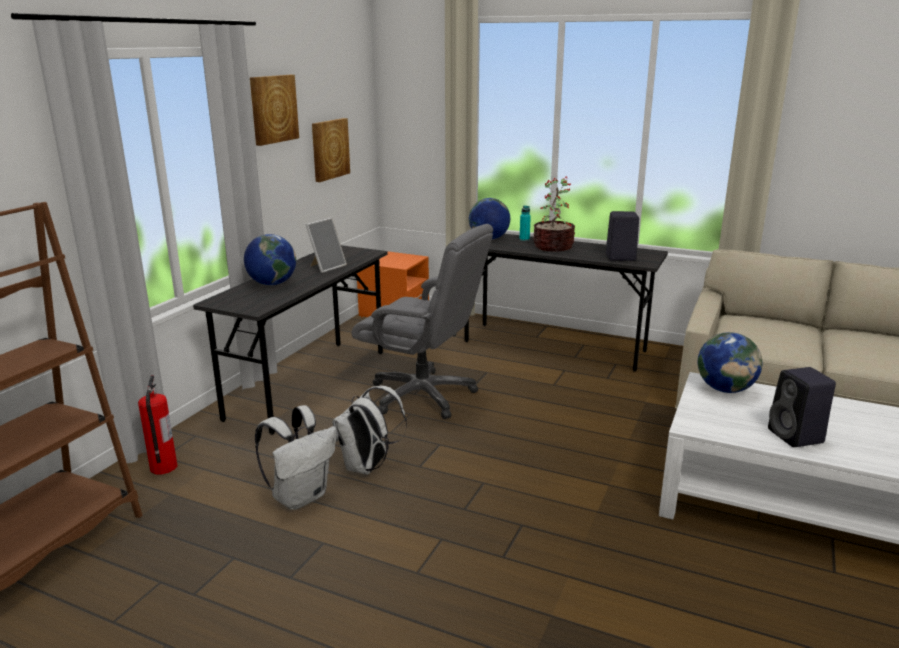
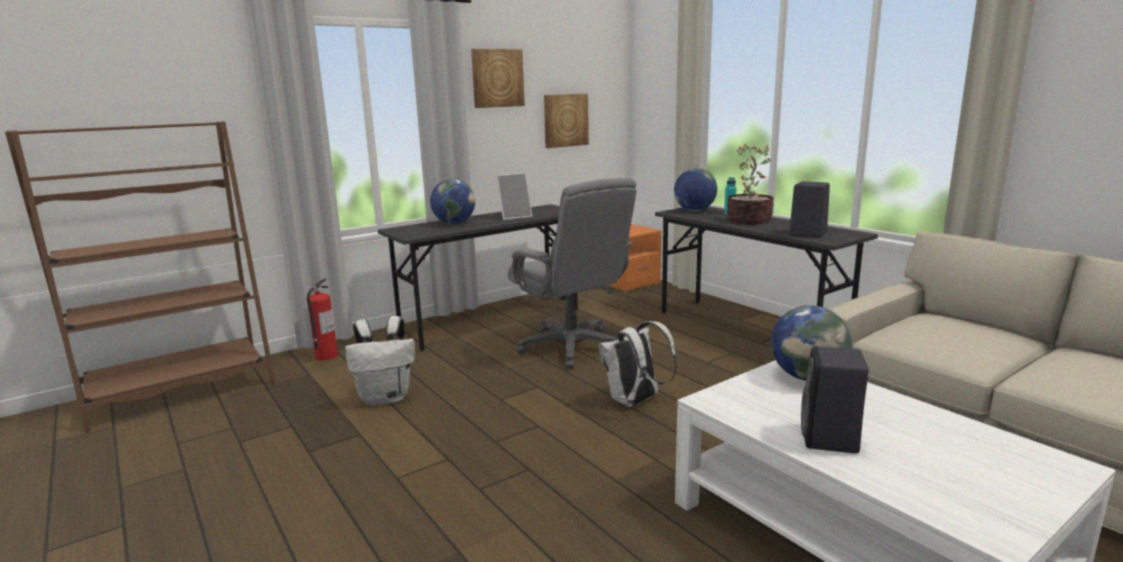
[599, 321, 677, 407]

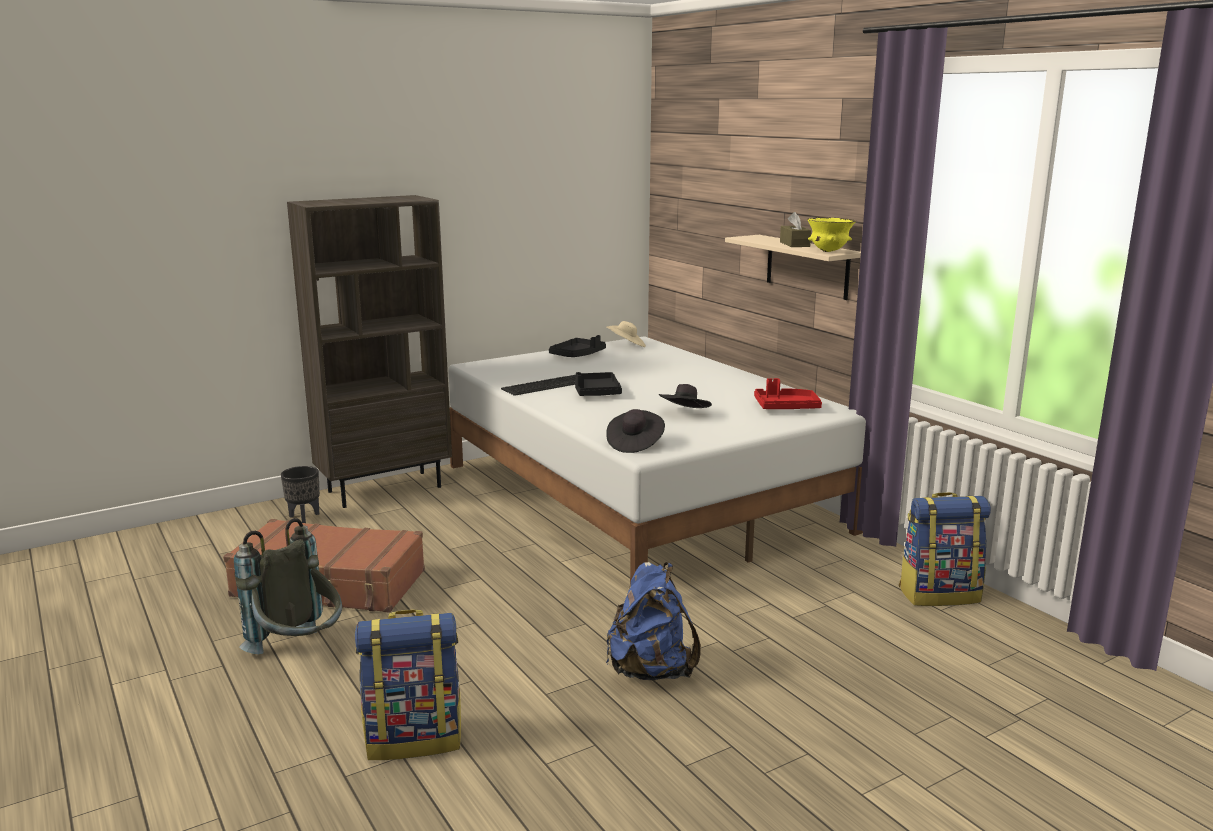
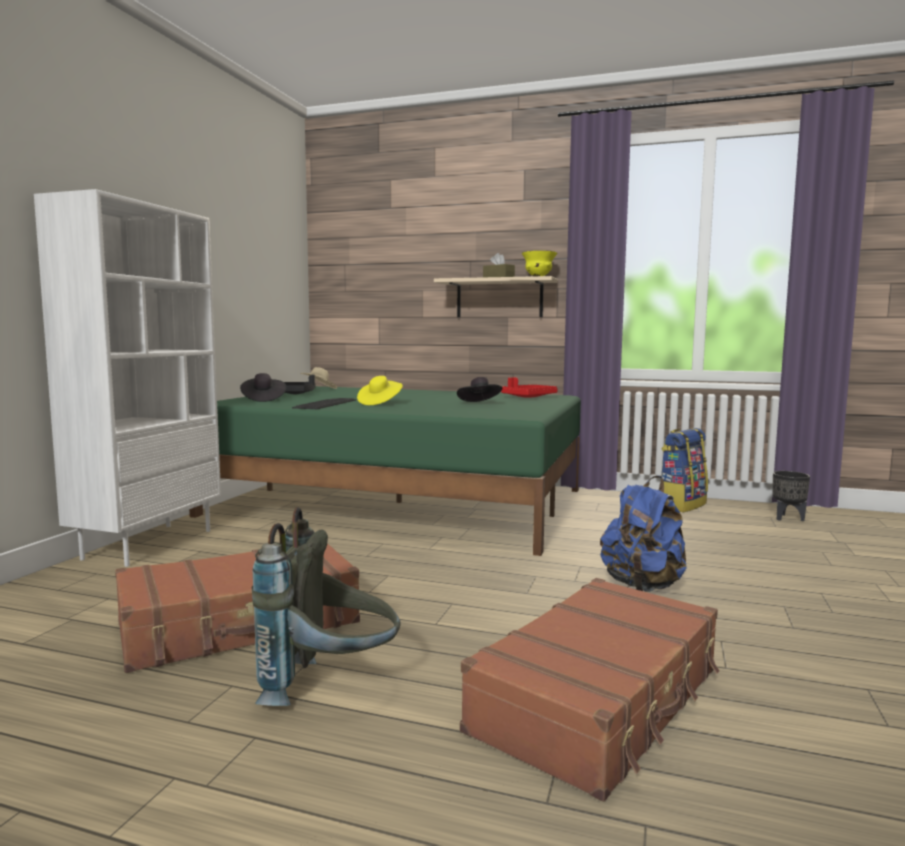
[34, 189, 221, 567]
[189, 386, 581, 556]
[240, 373, 286, 402]
[357, 376, 403, 405]
[460, 578, 719, 802]
[772, 471, 810, 521]

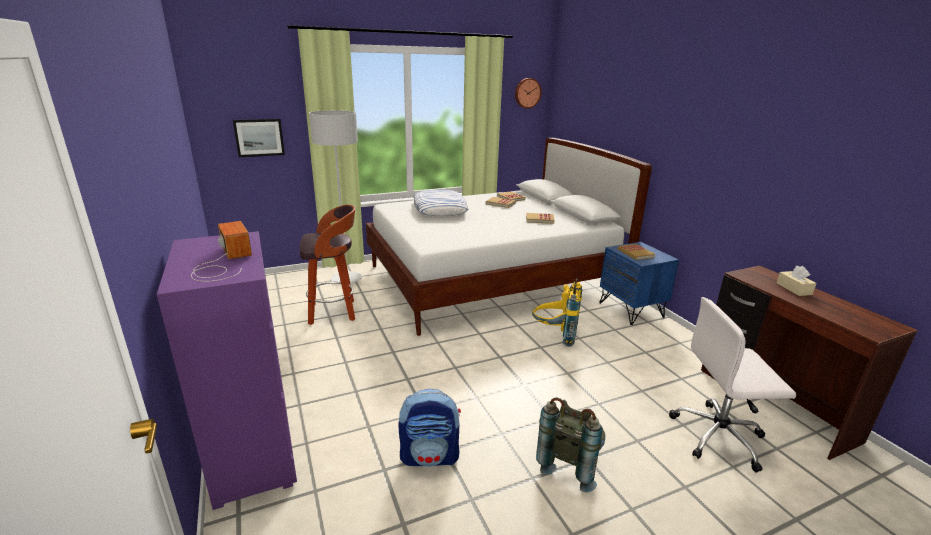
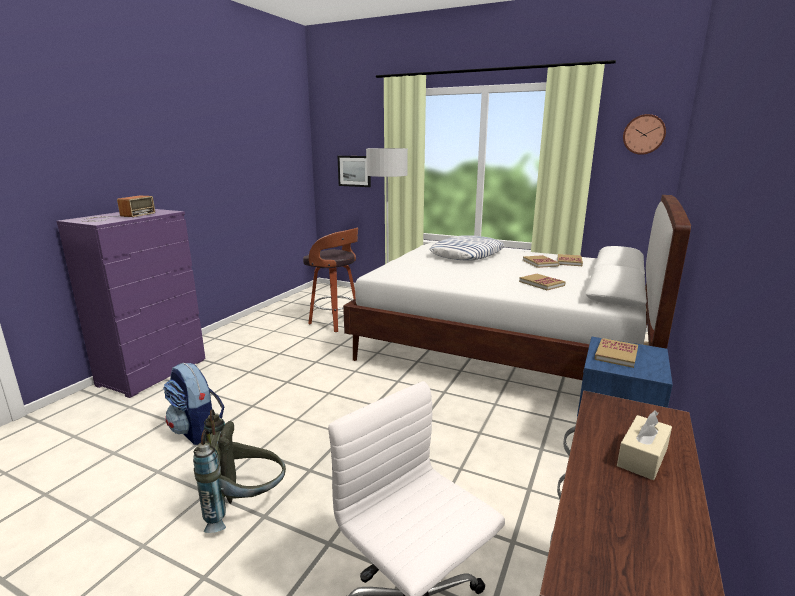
[532, 278, 582, 347] (first image)

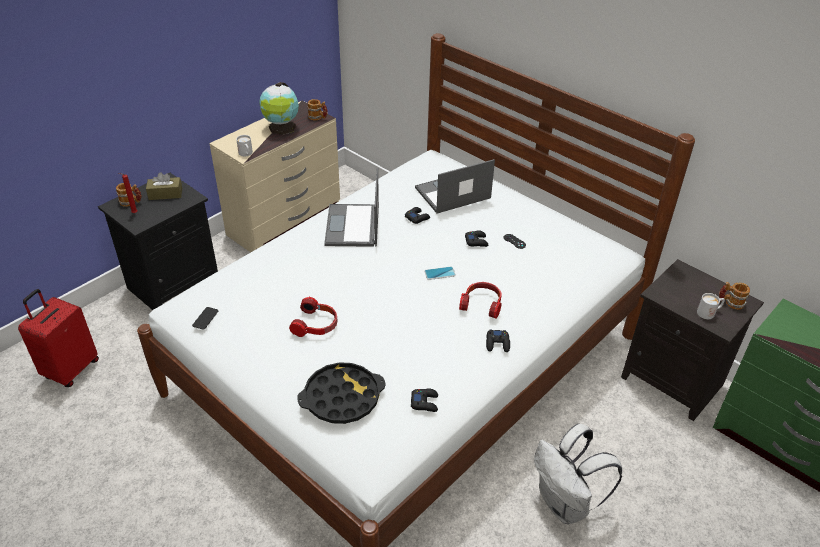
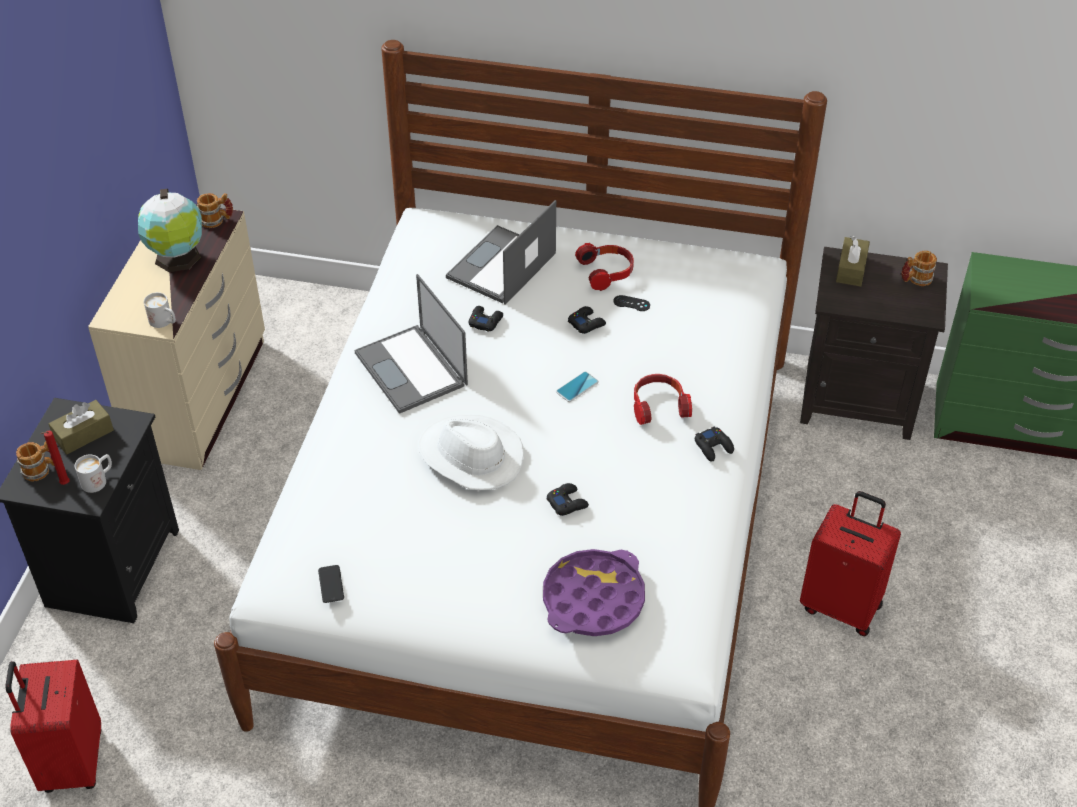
[75, 454, 112, 493]
[418, 414, 524, 490]
[543, 549, 645, 636]
[546, 483, 589, 516]
[575, 243, 634, 291]
[800, 491, 901, 636]
[836, 236, 870, 286]

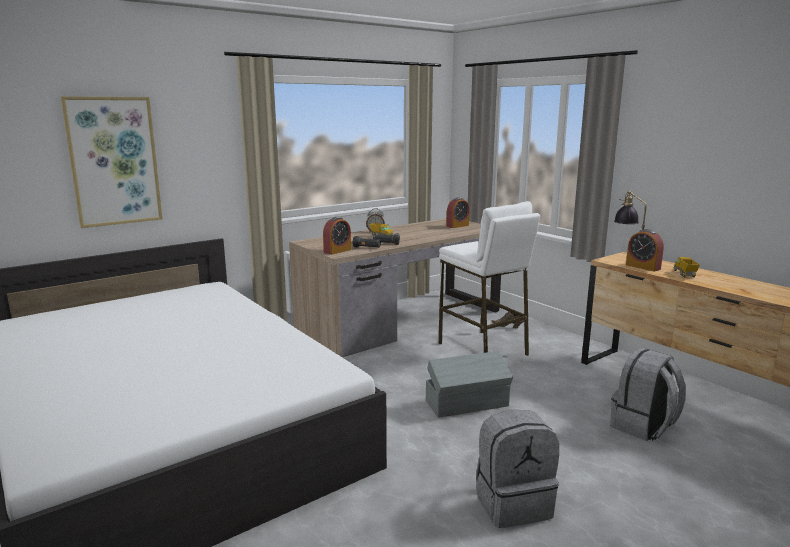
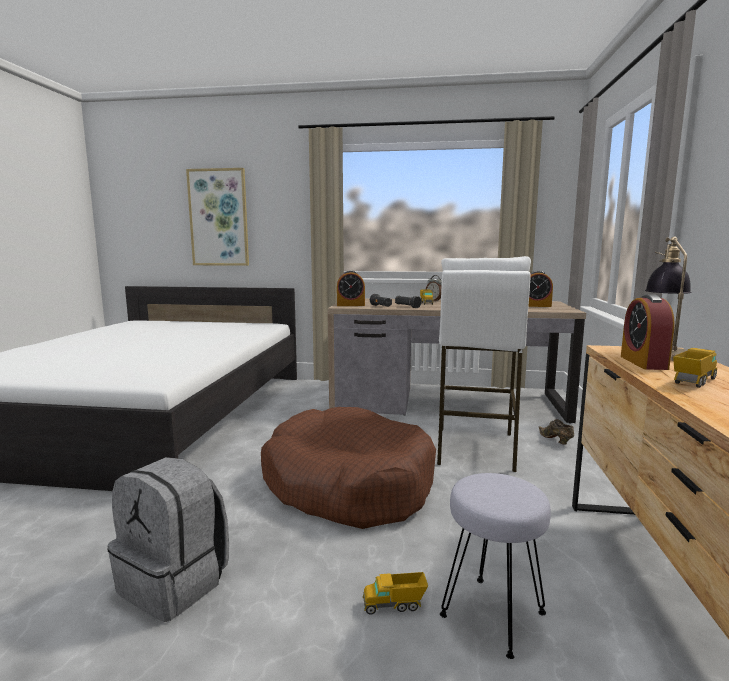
[261, 407, 436, 529]
[363, 572, 428, 615]
[440, 473, 551, 659]

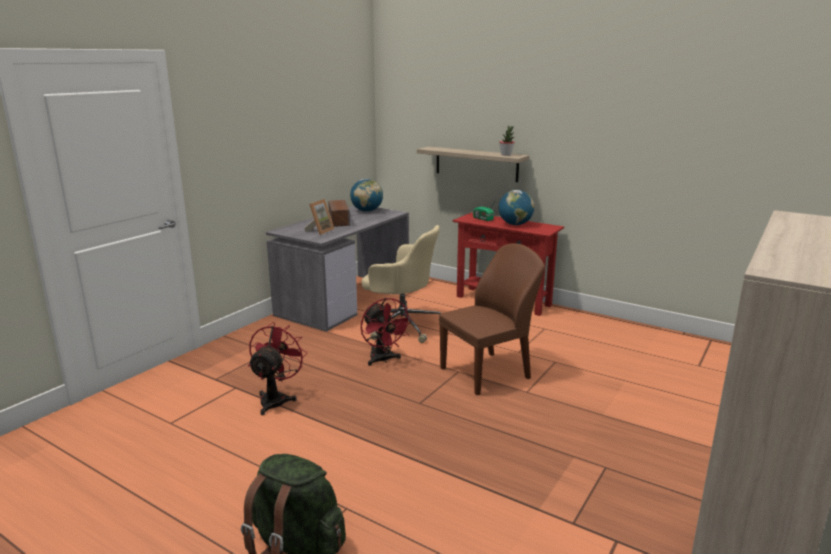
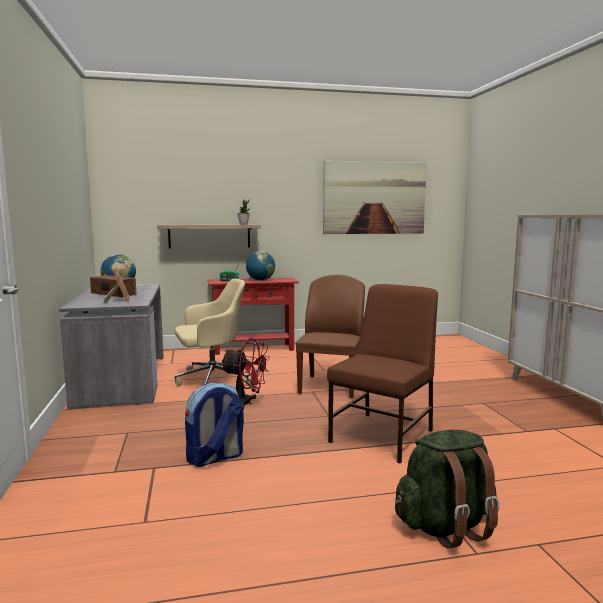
[185, 383, 244, 467]
[323, 160, 426, 234]
[327, 284, 438, 463]

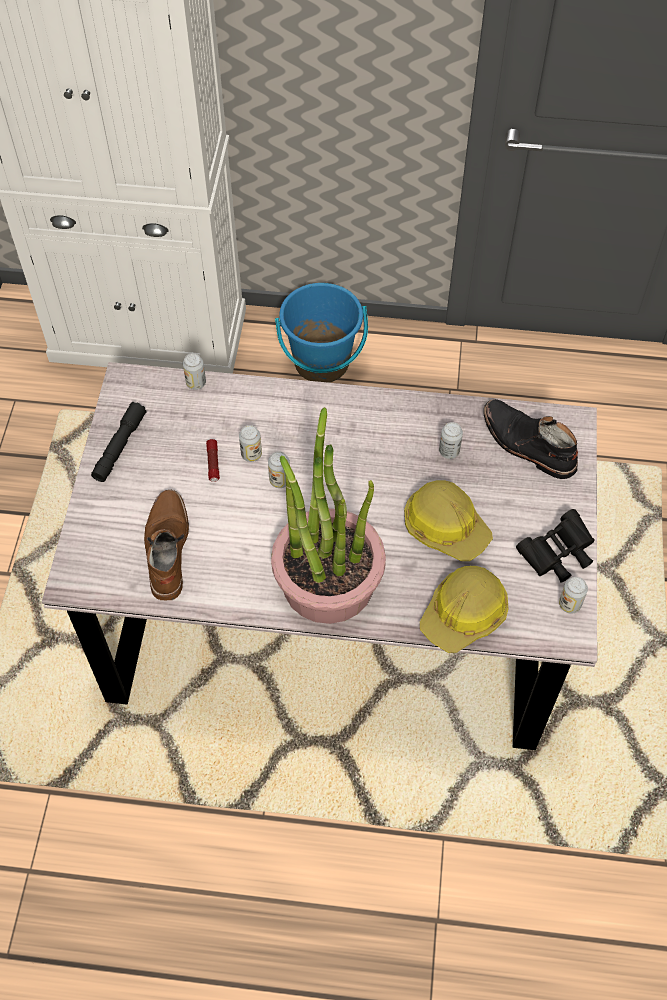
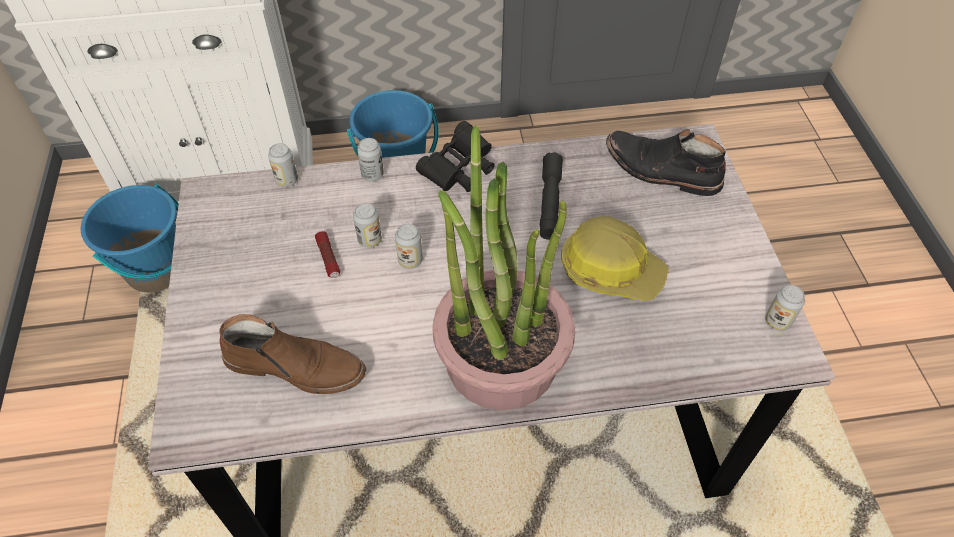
[81, 184, 179, 292]
[219, 314, 366, 394]
[357, 138, 384, 181]
[416, 121, 495, 192]
[540, 152, 563, 240]
[420, 566, 509, 653] (first image)

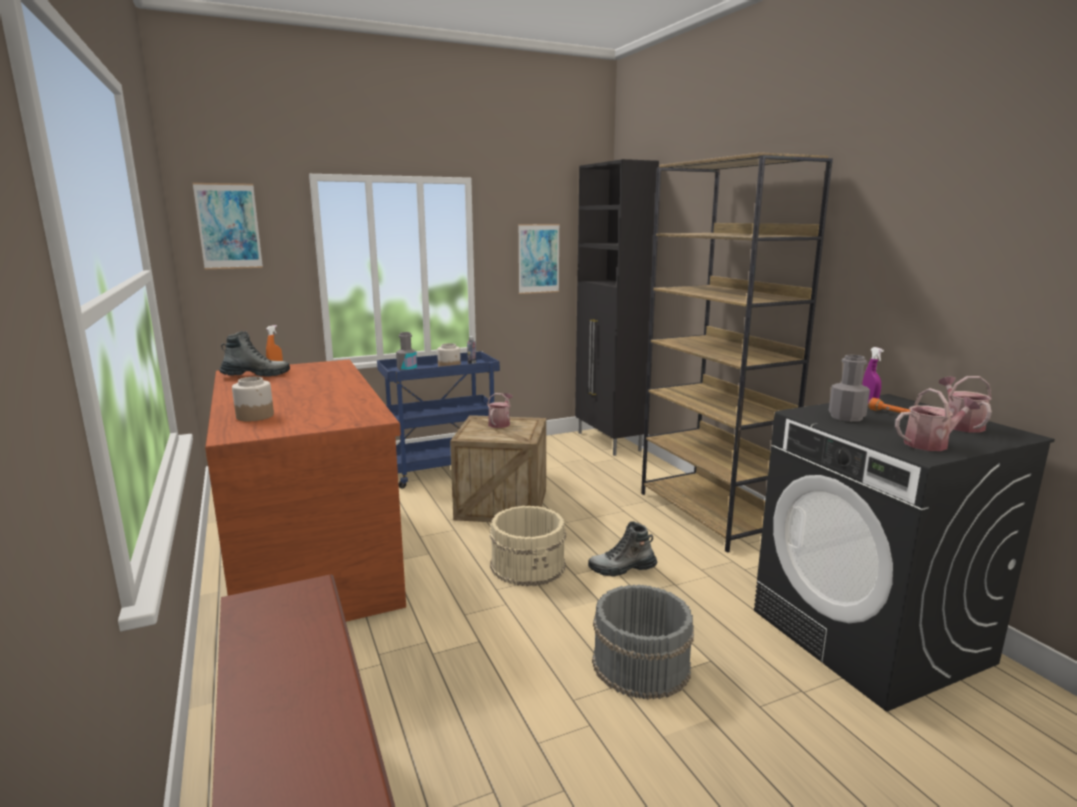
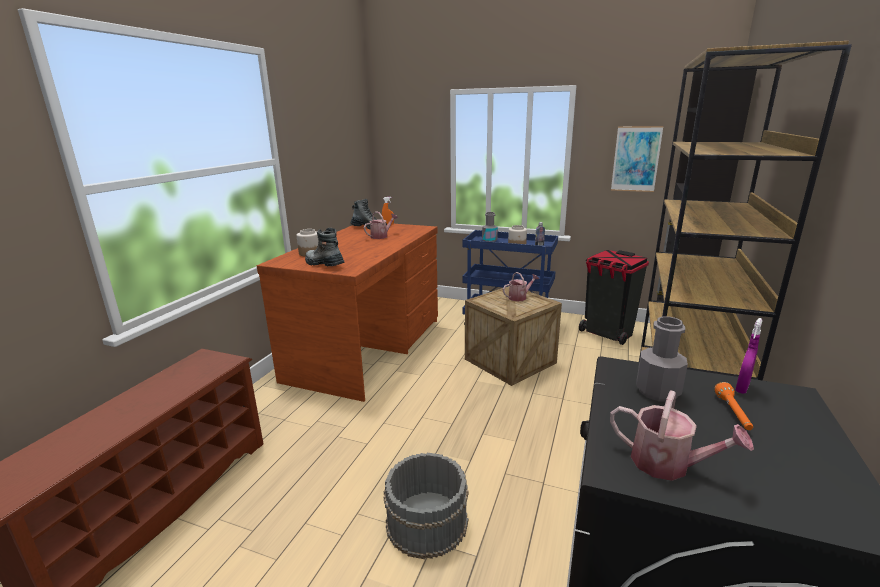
[305, 228, 344, 266]
[364, 211, 398, 239]
[579, 250, 649, 345]
[193, 183, 263, 269] (first image)
[489, 506, 566, 586] (first image)

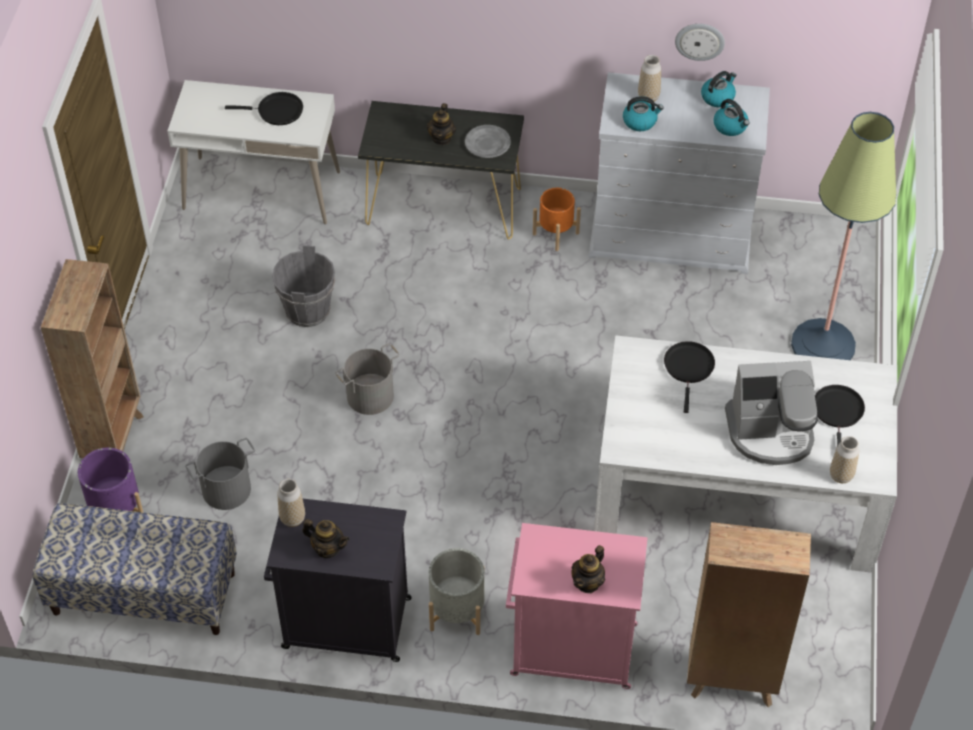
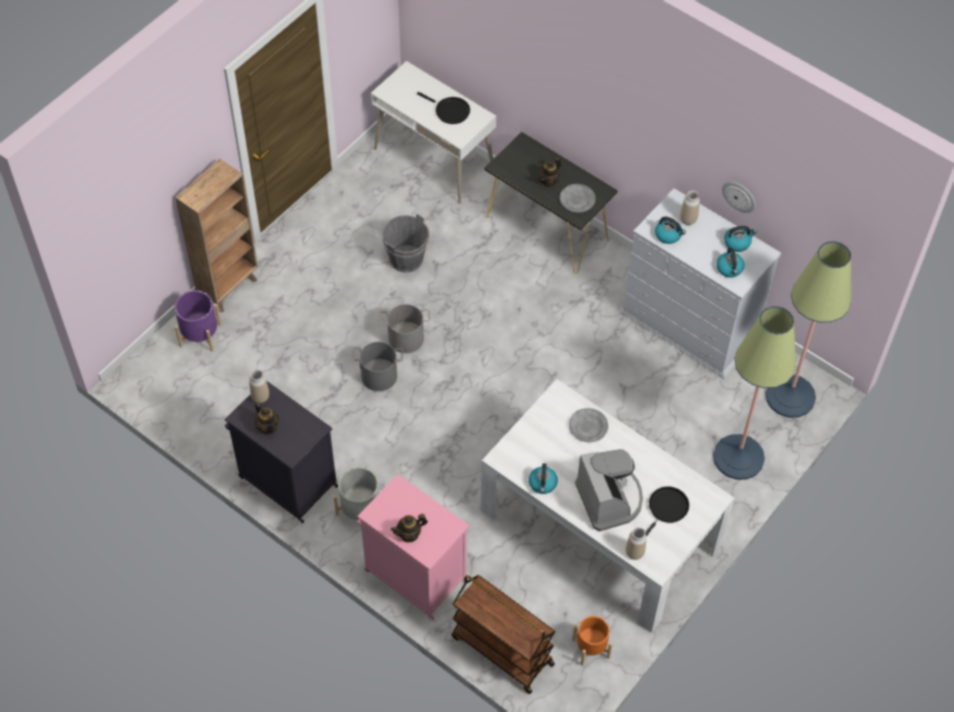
[352, 342, 403, 391]
[451, 575, 556, 694]
[529, 463, 558, 494]
[569, 408, 608, 442]
[572, 616, 613, 666]
[575, 449, 643, 531]
[765, 241, 851, 418]
[33, 503, 237, 635] (first image)

